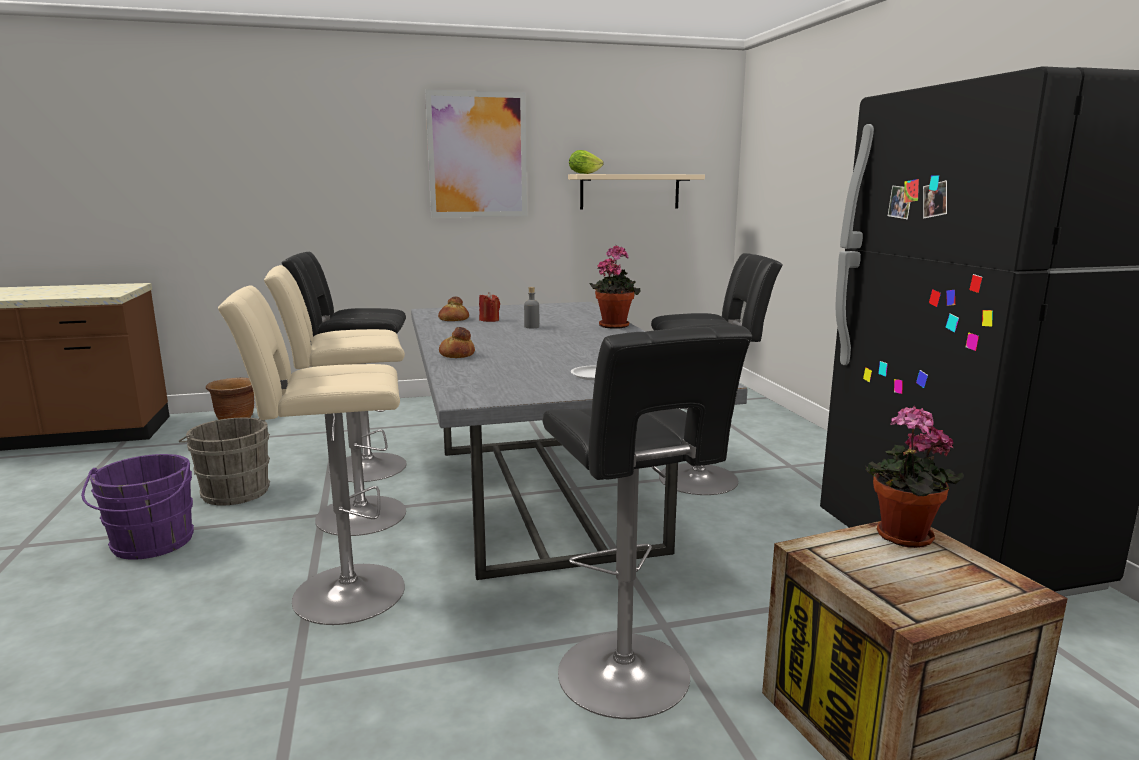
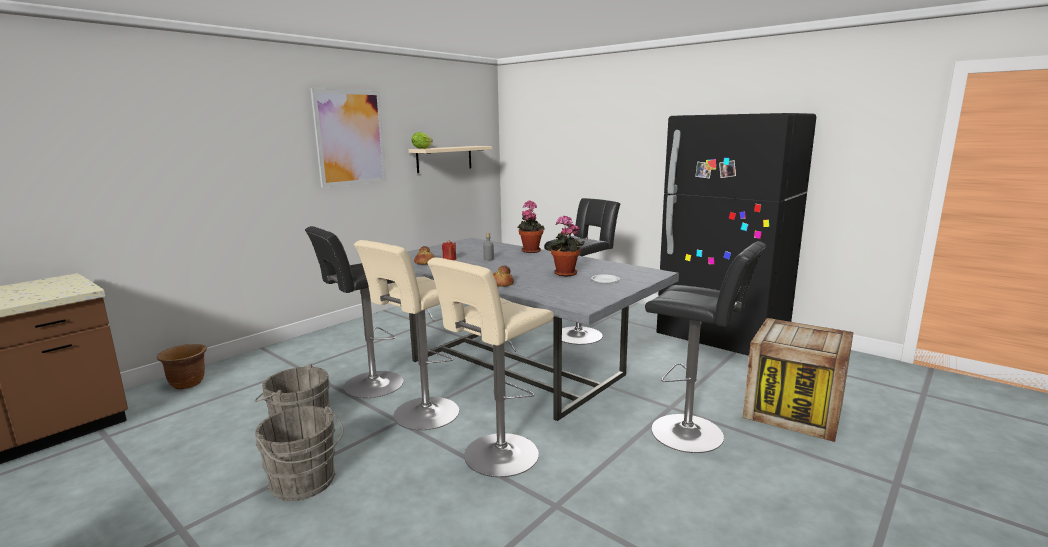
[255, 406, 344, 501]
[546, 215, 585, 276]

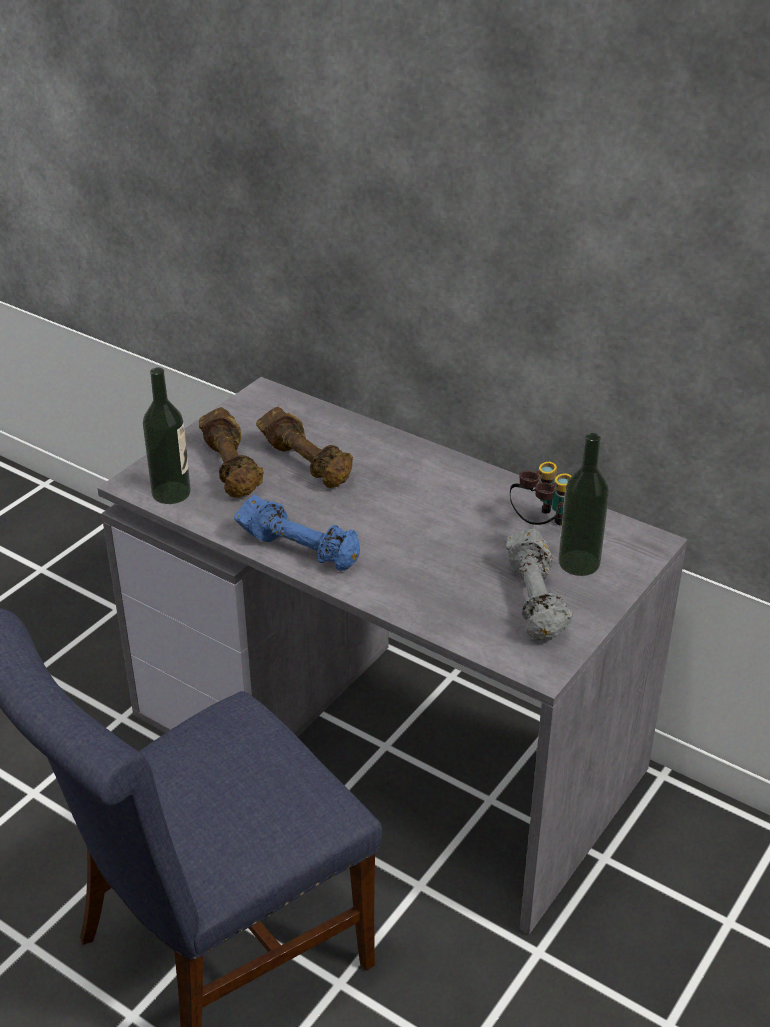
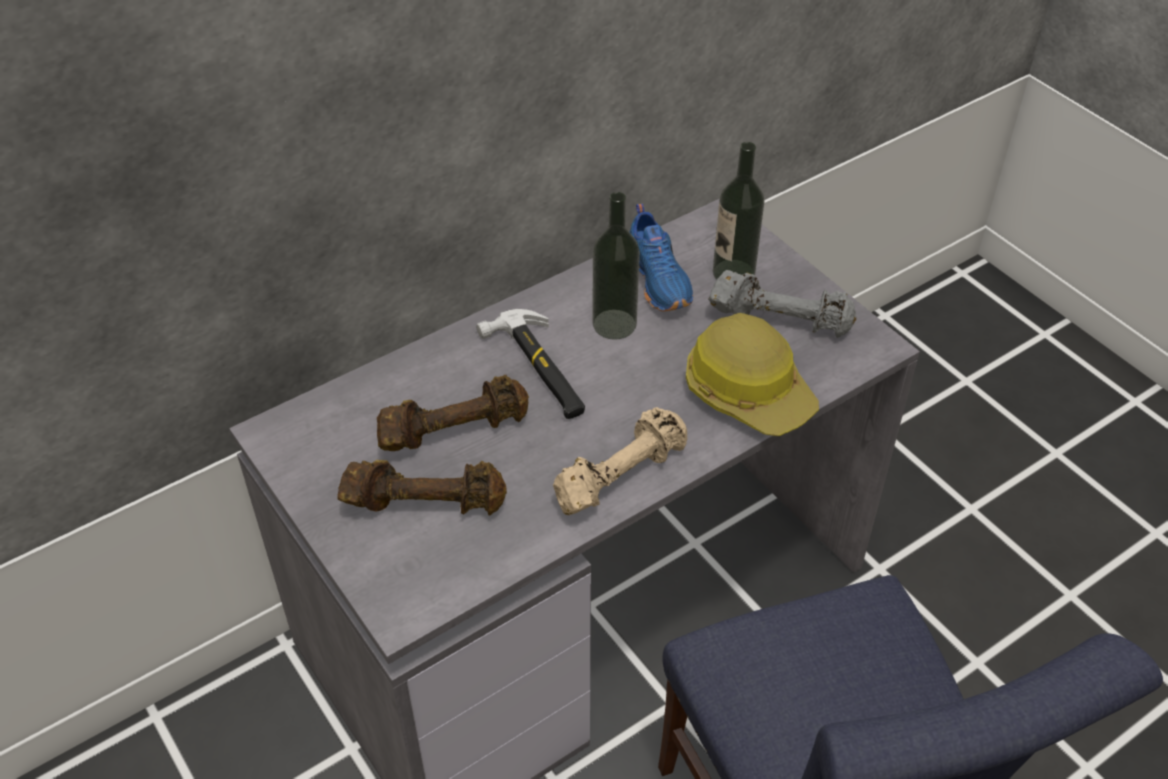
[476, 309, 585, 419]
[553, 407, 687, 515]
[592, 192, 640, 340]
[630, 204, 693, 311]
[686, 313, 819, 436]

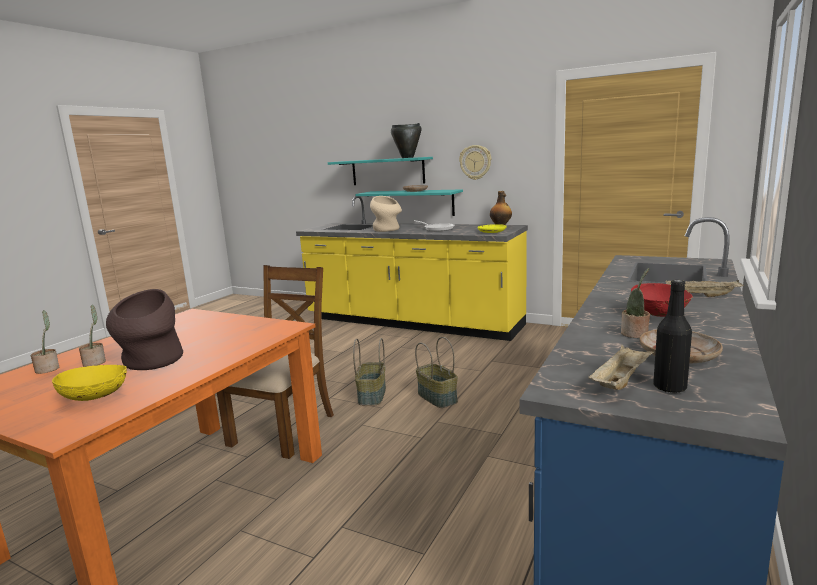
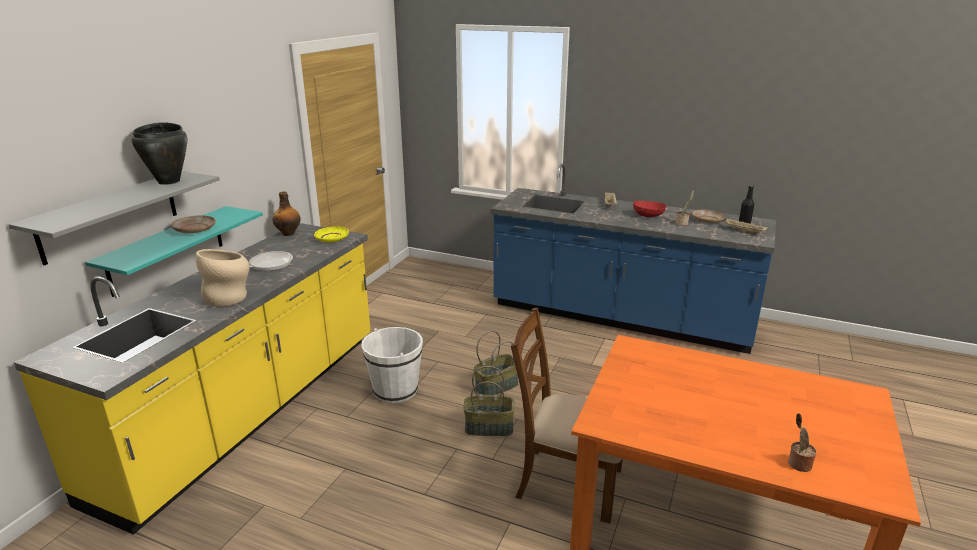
[8, 171, 220, 265]
[361, 327, 423, 403]
[52, 365, 127, 401] (first image)
[79, 305, 106, 367] (first image)
[106, 289, 183, 370] (first image)
[459, 145, 491, 180] (first image)

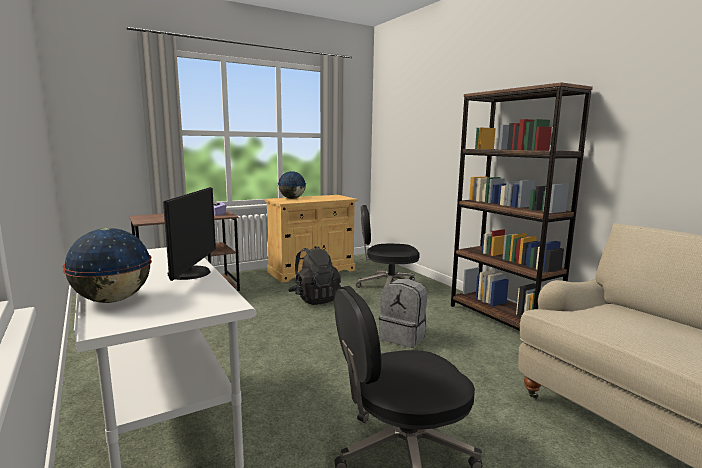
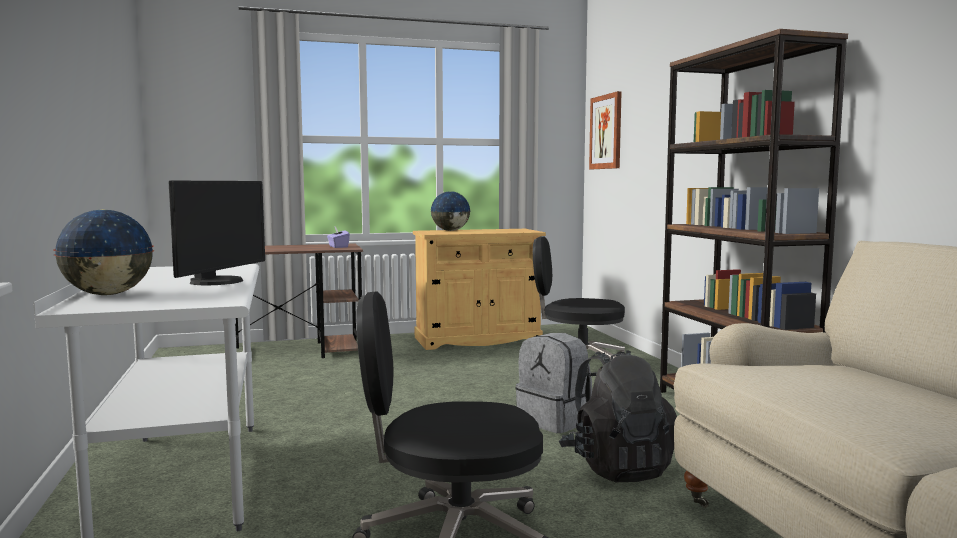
[559, 350, 677, 482]
[589, 91, 622, 169]

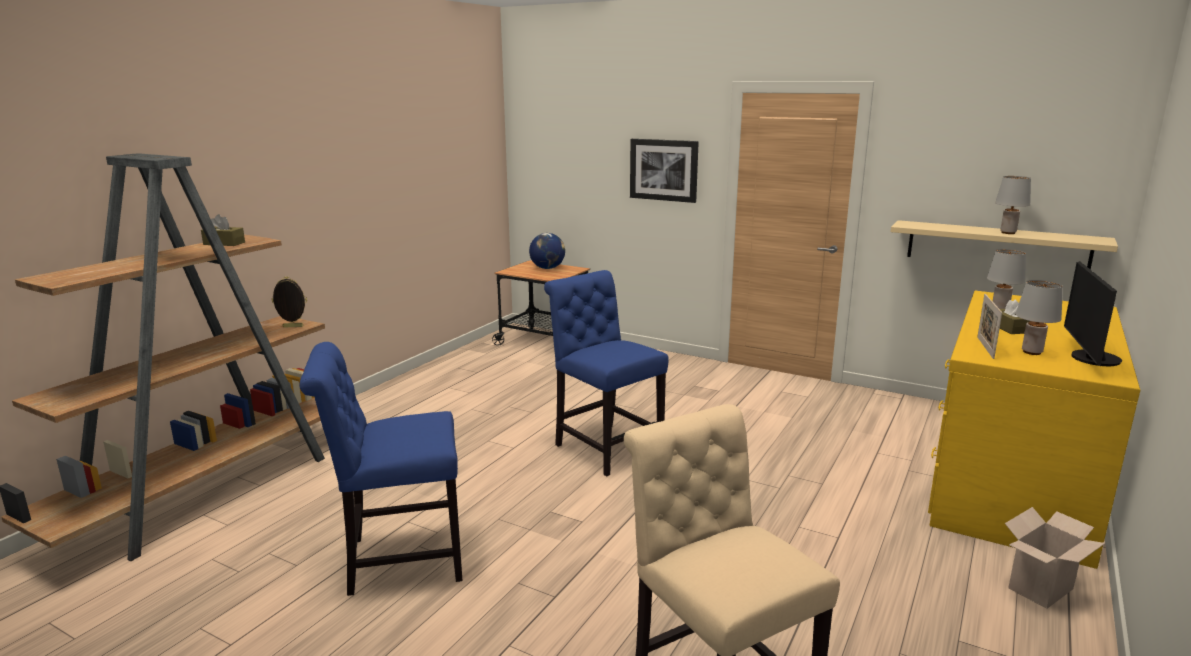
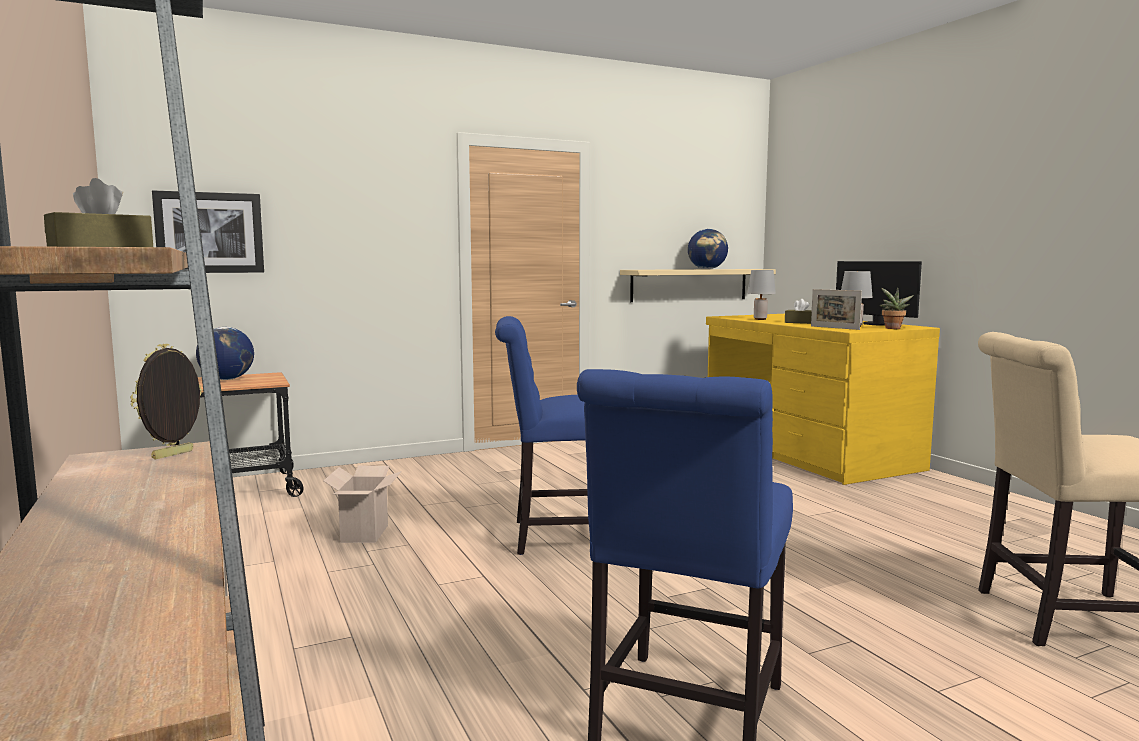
[152, 190, 264, 273]
[323, 466, 402, 543]
[688, 229, 728, 269]
[880, 287, 914, 329]

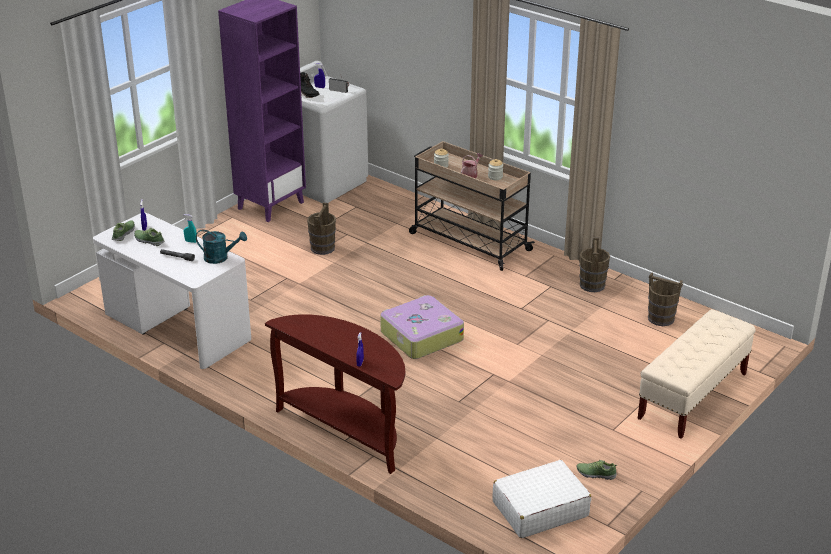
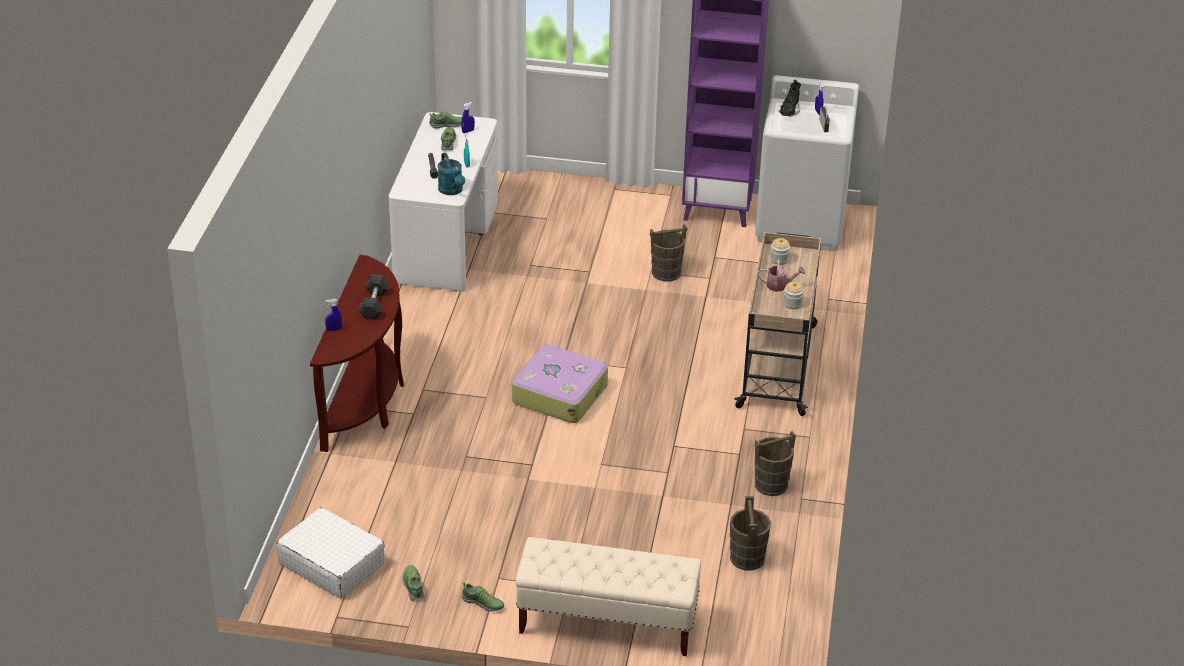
[359, 274, 389, 319]
[461, 583, 504, 612]

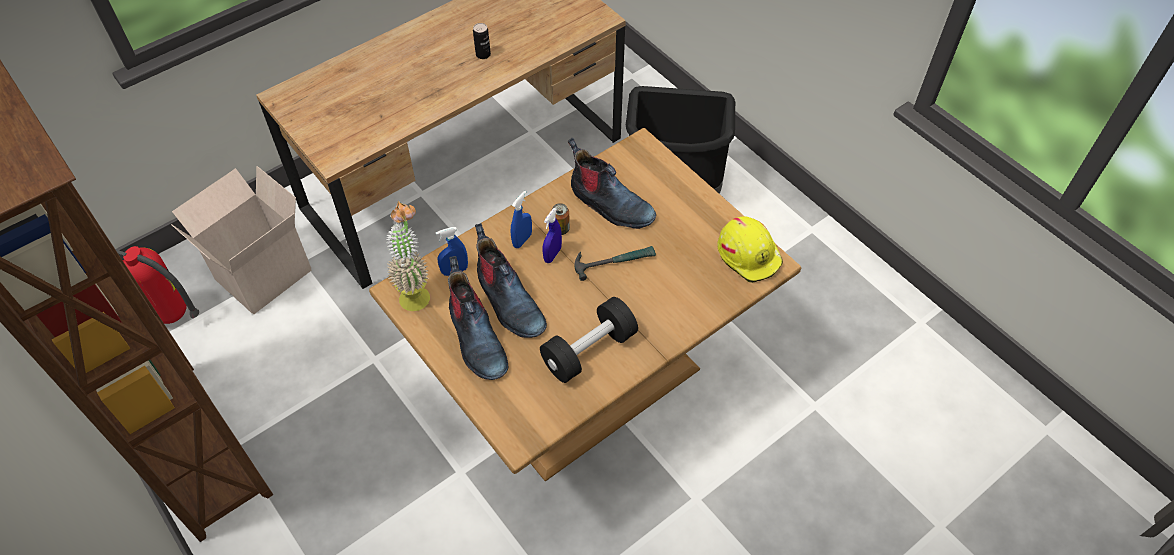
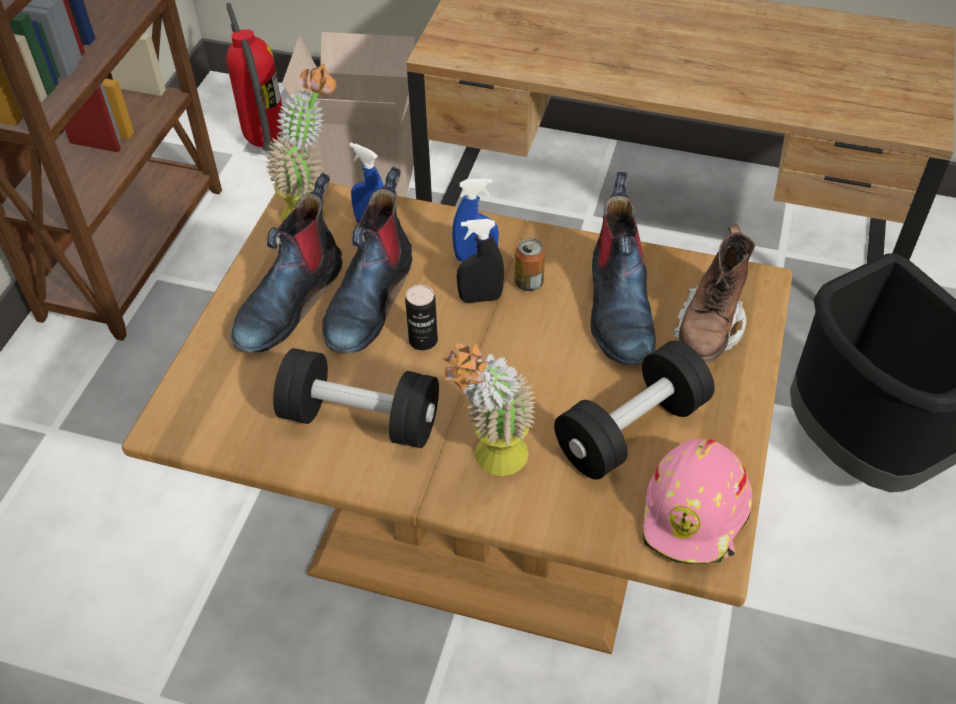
[405, 285, 438, 350]
[442, 343, 536, 476]
[456, 219, 504, 303]
[554, 341, 715, 480]
[643, 439, 752, 564]
[673, 225, 755, 364]
[575, 246, 656, 281] (first image)

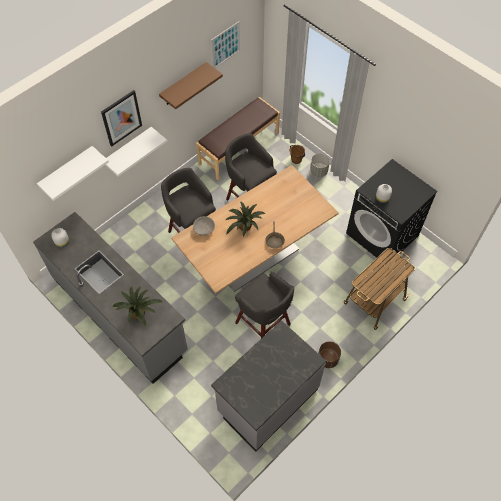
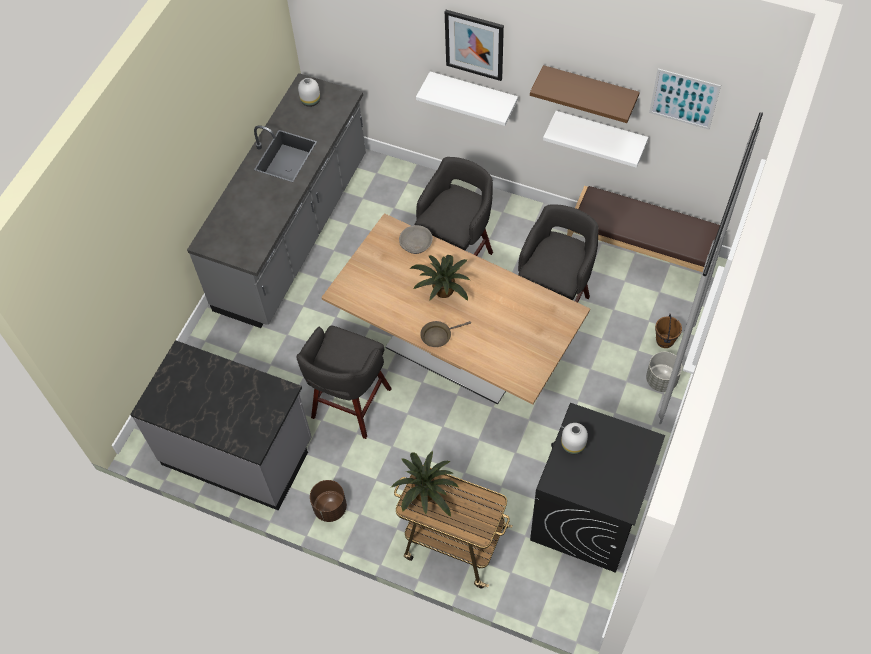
[391, 451, 459, 517]
[543, 111, 648, 168]

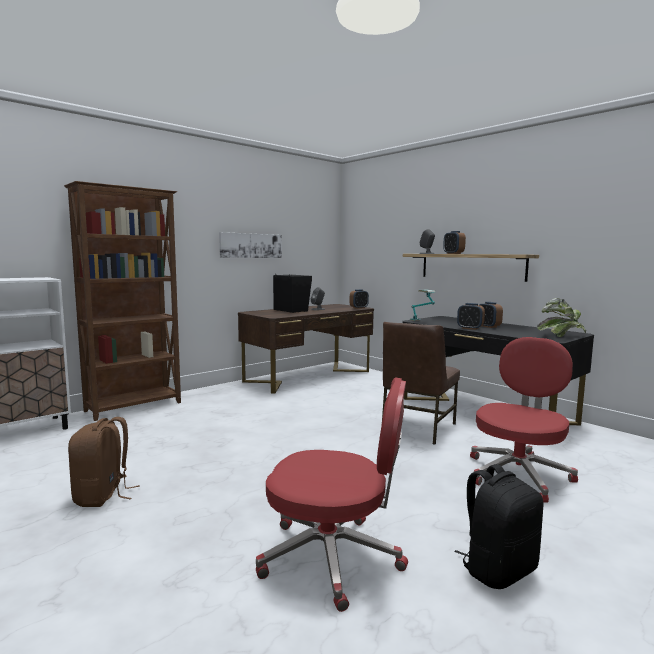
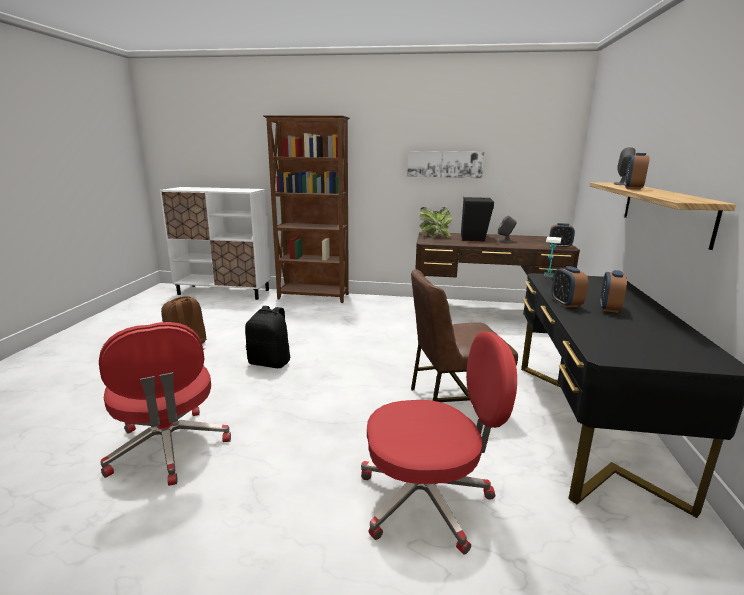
[245, 306, 290, 368]
[419, 207, 452, 237]

